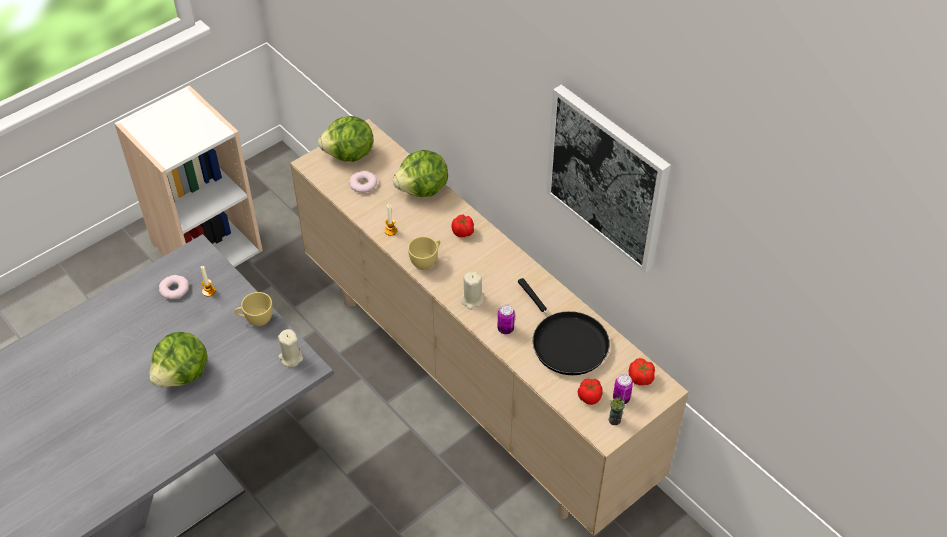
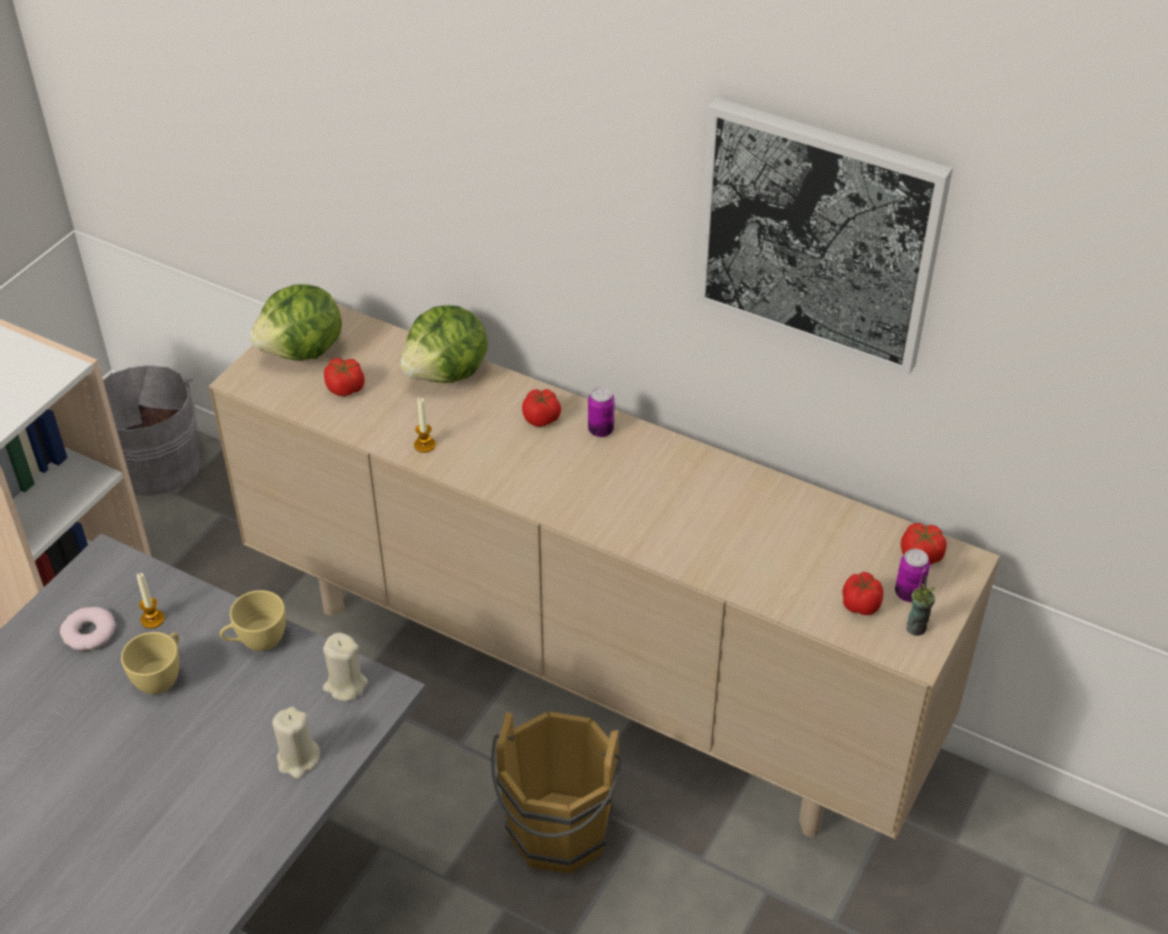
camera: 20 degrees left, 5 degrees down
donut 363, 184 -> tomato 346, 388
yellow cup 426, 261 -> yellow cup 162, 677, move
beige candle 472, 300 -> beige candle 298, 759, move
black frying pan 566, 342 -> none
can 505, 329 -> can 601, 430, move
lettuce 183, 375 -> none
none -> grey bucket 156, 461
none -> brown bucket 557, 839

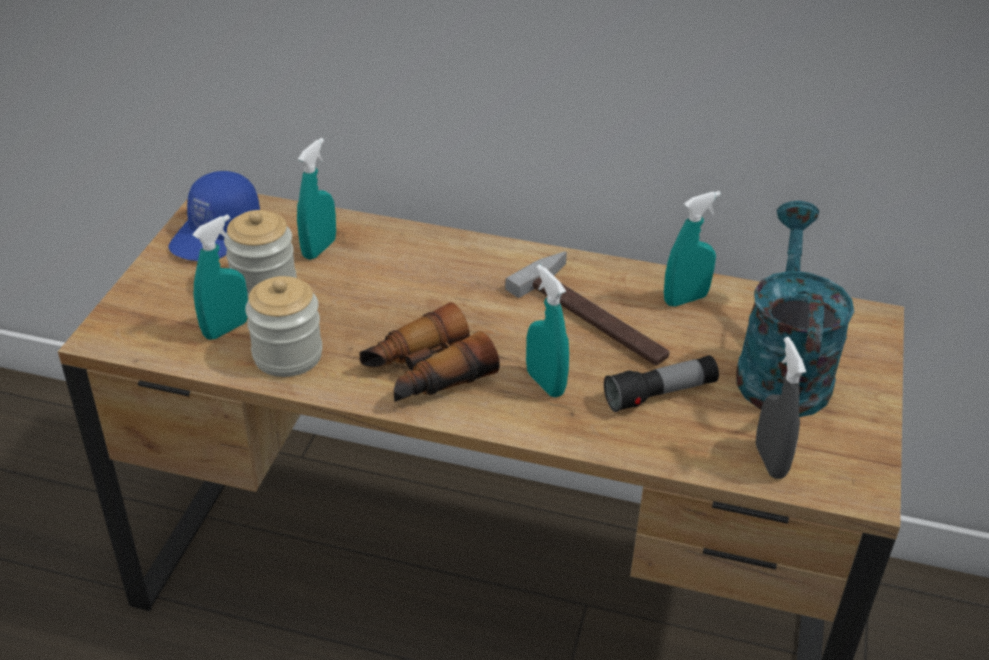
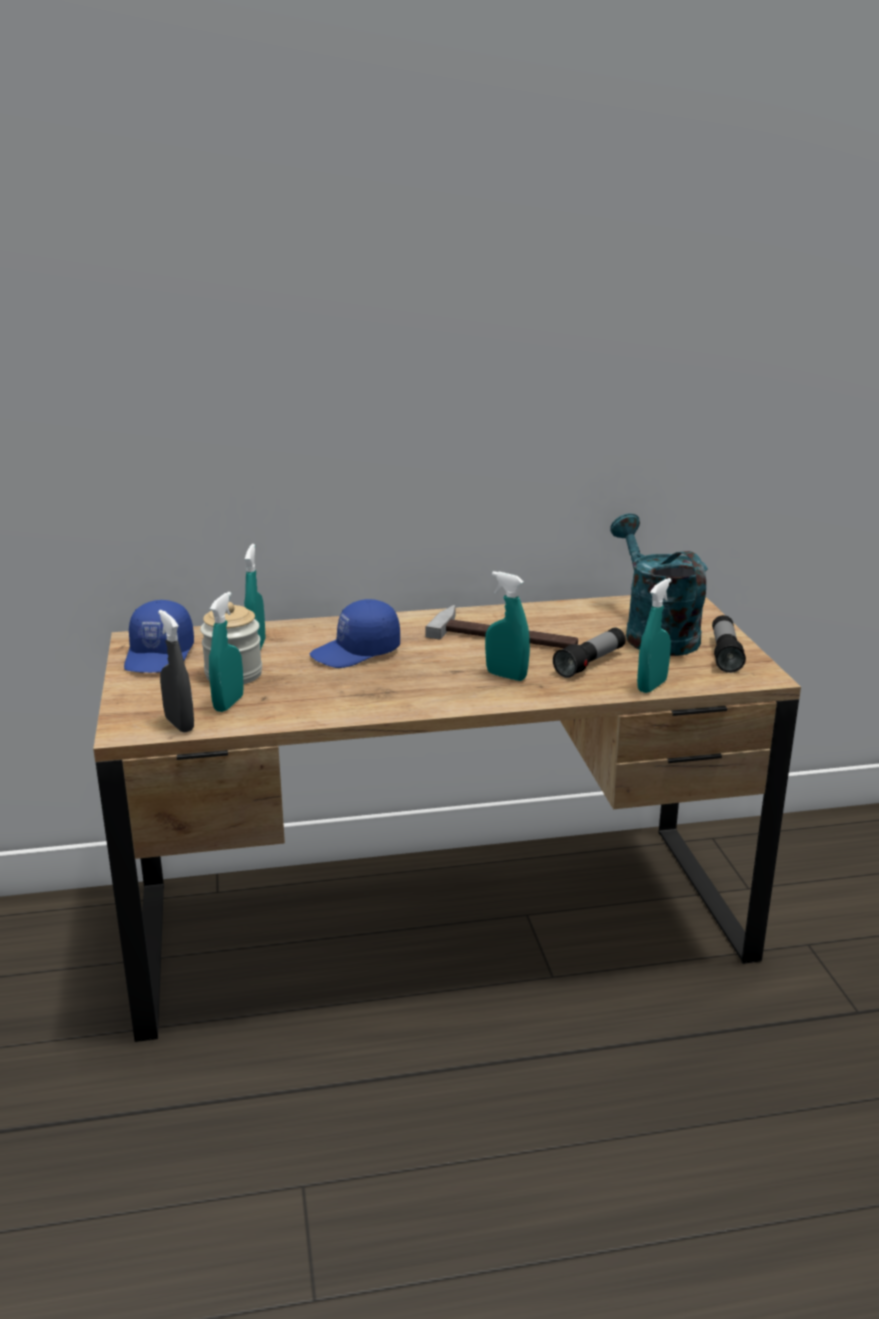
camera: 25 degrees left, 15 degrees down
turquoise spray bottle 685, 299 -> turquoise spray bottle 652, 686, move
jar 287, 355 -> none
binoculars 425, 373 -> none
grey spray bottle 770, 461 -> grey spray bottle 179, 724, move
none -> blue cap 356, 652
none -> flashlight 725, 654

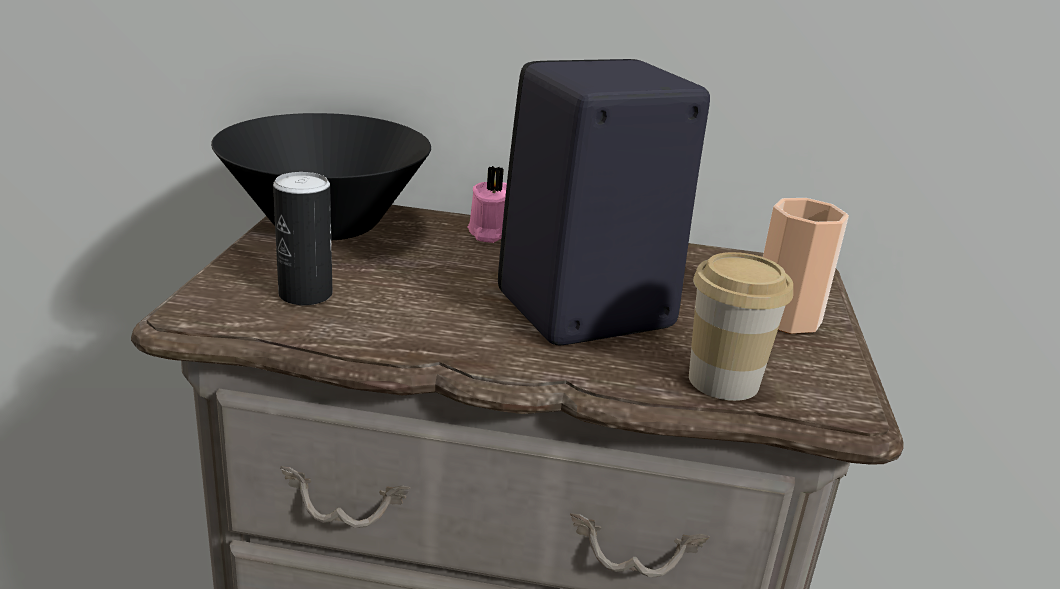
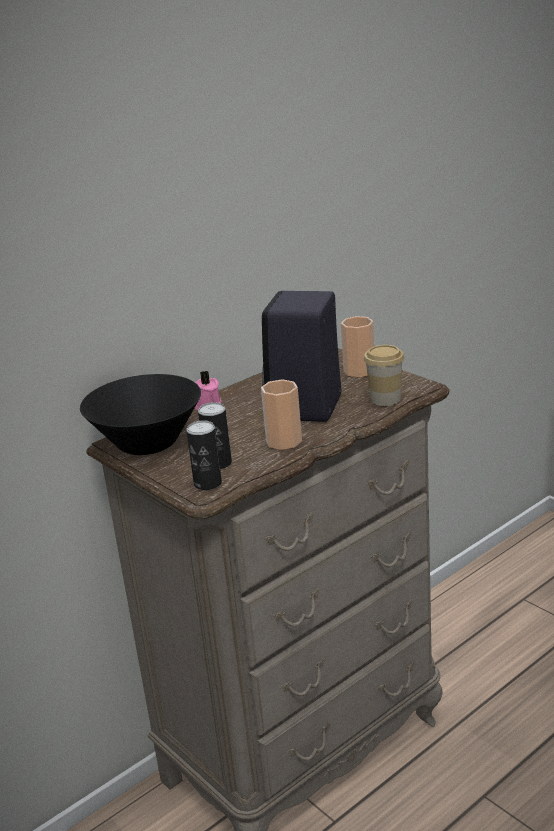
camera: 45 degrees left, 0 degrees up
none -> cup 284, 441
none -> can 208, 483

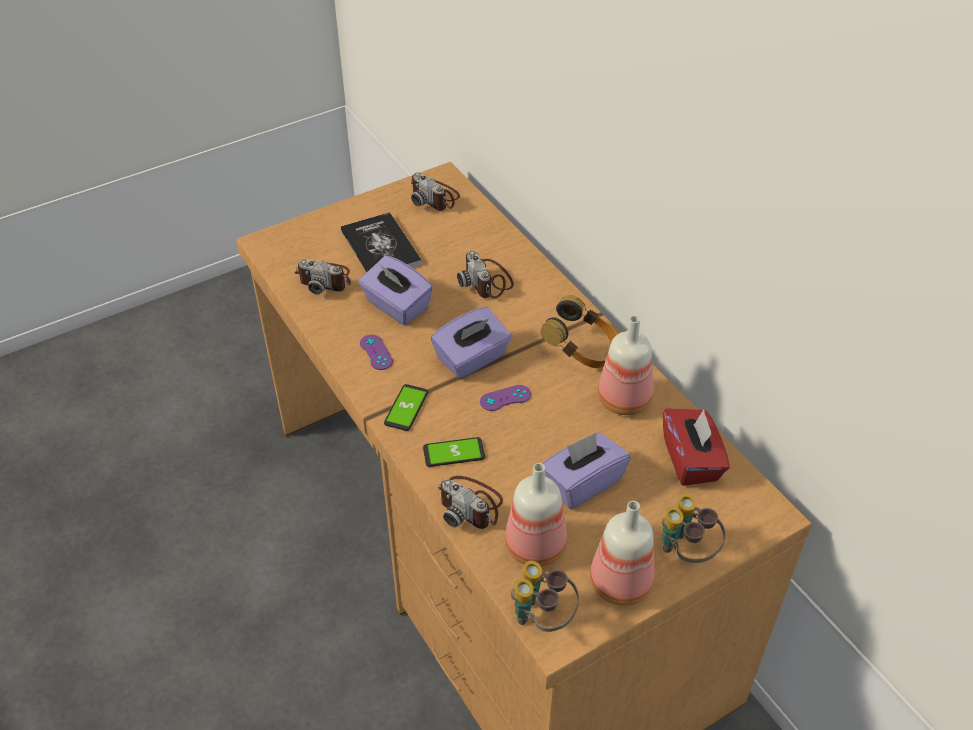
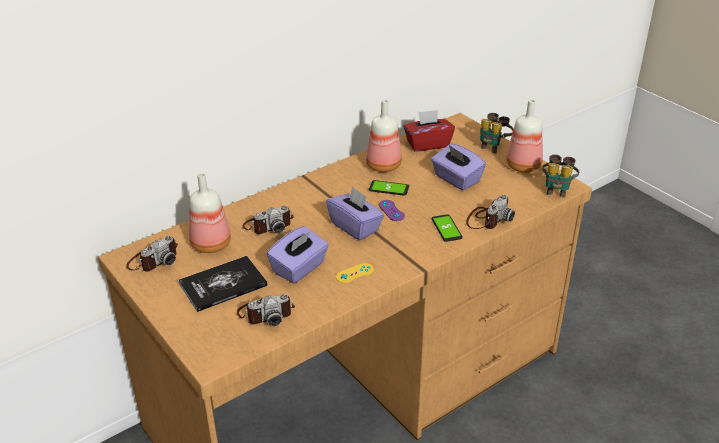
camera: 95 degrees left, 10 degrees down
photo camera 325, 279 -> photo camera 266, 313, 60 degrees clockwise
headphones 582, 351 -> none
purple game controller 376, 352 -> yellow game controller 354, 273
phone 406, 408 -> phone 389, 188, move
bottle 537, 545 -> bottle 210, 243, move

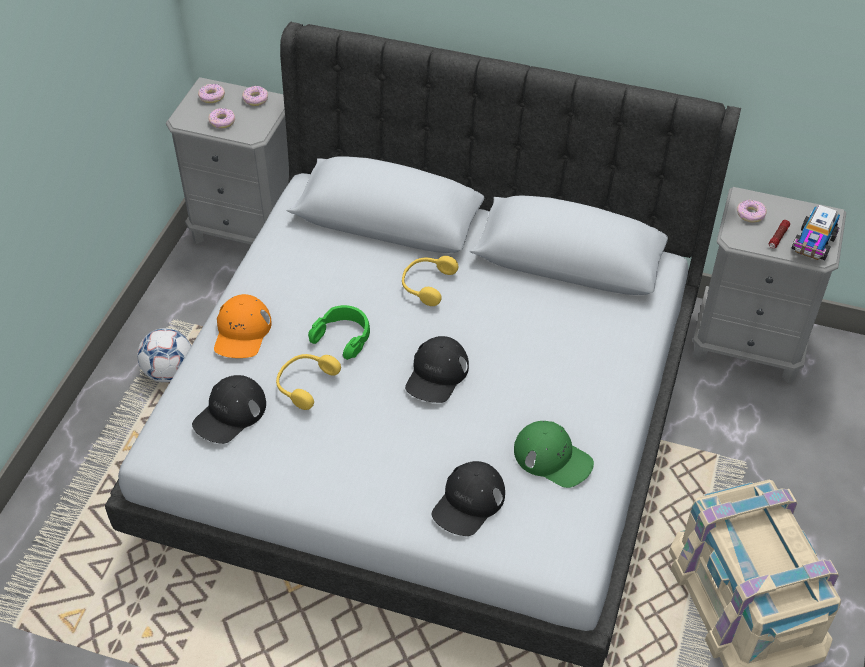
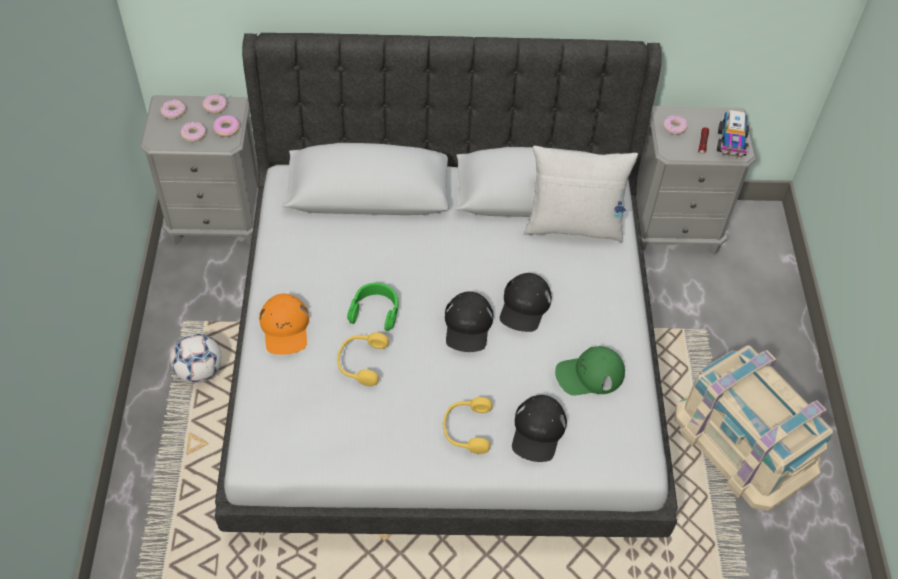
camera: 20 degrees left, 5 degrees up
yellow headphones 426, 284 -> yellow headphones 466, 429, move
black cap 230, 413 -> black cap 524, 306, move
green cap 553, 458 -> green cap 589, 374, 150 degrees clockwise
none -> donut 226, 129
none -> grey pillow 573, 227

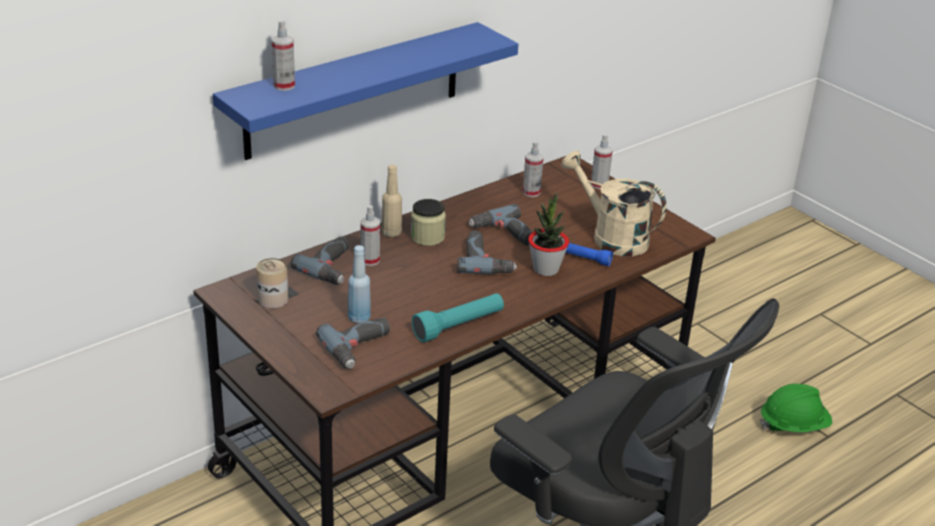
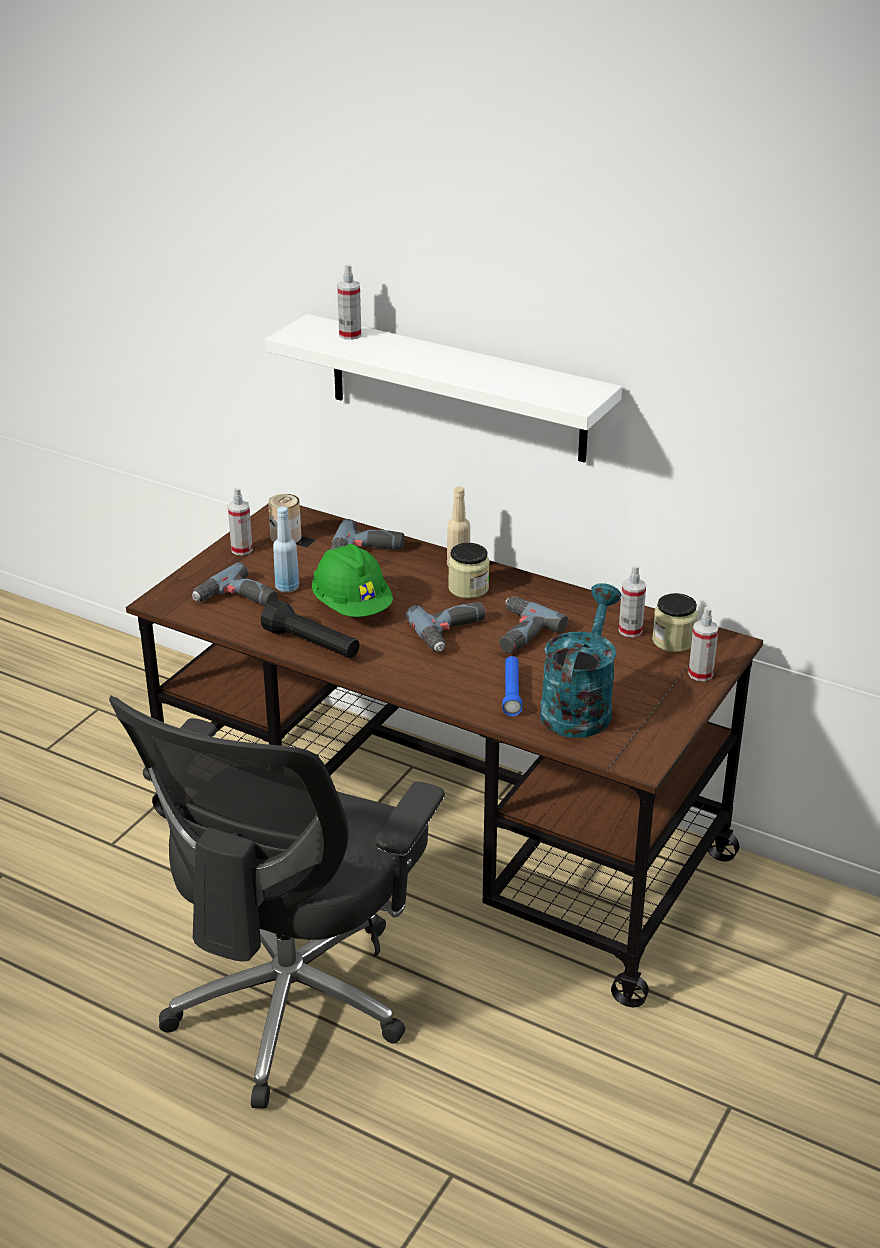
camera: 70 degrees right, 0 degrees up
blue shelf 354, 90 -> white shelf 457, 388
beige watering can 611, 237 -> turquoise watering can 579, 705
potted plant 545, 269 -> none
spray bottle 370, 260 -> spray bottle 241, 549, move
turquoise flashlight 459, 326 -> black flashlight 312, 644
green hard hat 793, 425 -> green hard hat 352, 606, move
none -> jar 673, 641

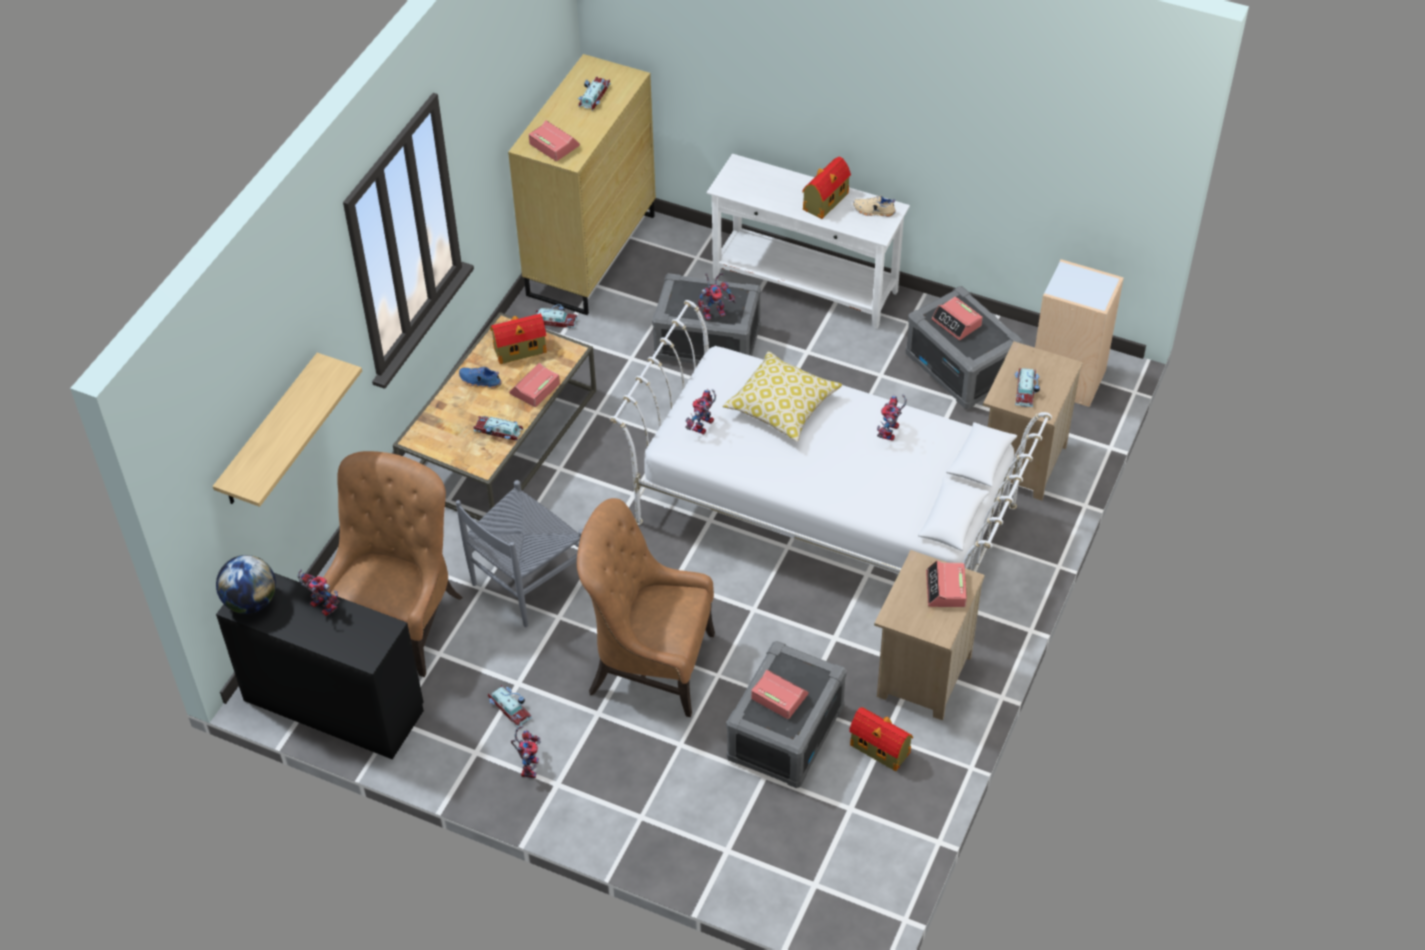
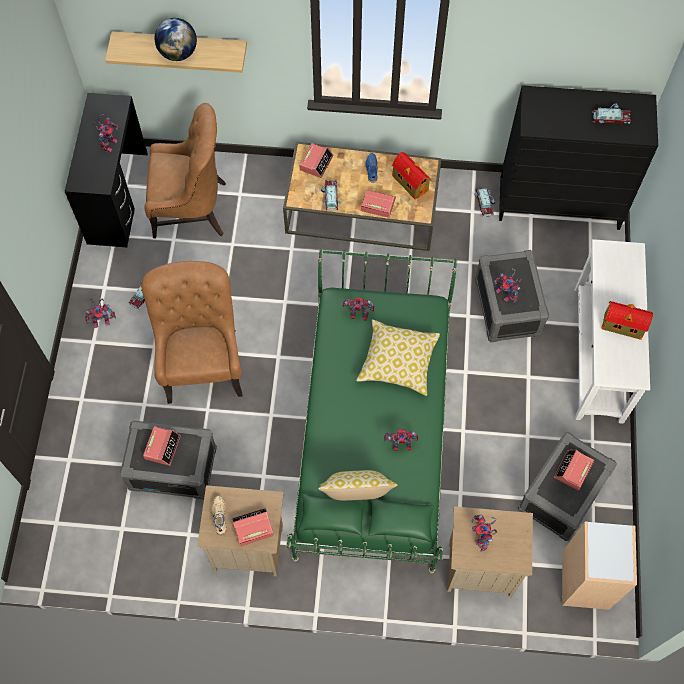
camera: 70 degrees right, 15 degrees up
beige dresser 590, 255 -> black dresser 559, 202
alarm clock 554, 145 -> alarm clock 316, 163, move
beige shoe 873, 211 -> beige shoe 219, 516, move
white bed 826, 514 -> green bed 374, 437
toy car 1026, 389 -> toy robot 482, 536
grey chair 526, 583 -> none
globe 251, 601 -> globe 178, 53, move
toy house 881, 750 -> none
none -> pillow 356, 495

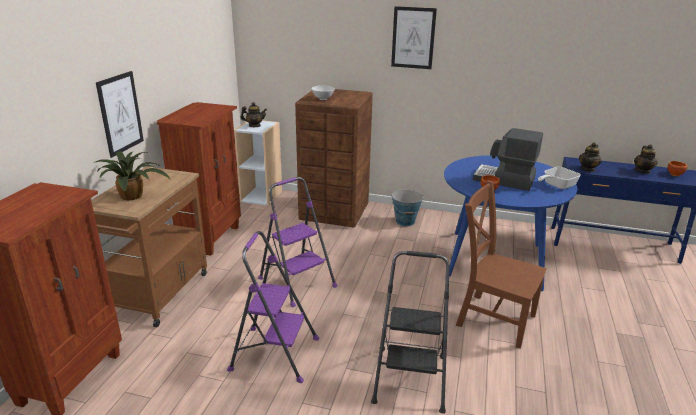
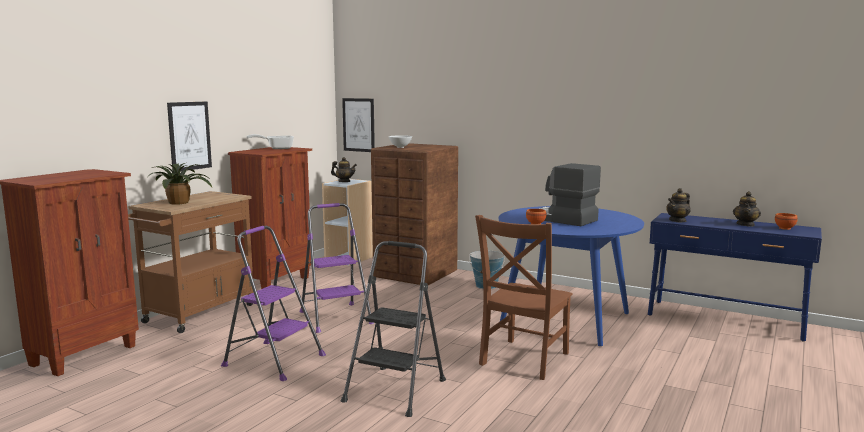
camera: 15 degrees right, 15 degrees down
picture 413, 38 -> picture 358, 125, move
frying pan 556, 185 -> frying pan 276, 148, move
brown chair 492, 318 -> brown chair 522, 360, 105 degrees counterclockwise

